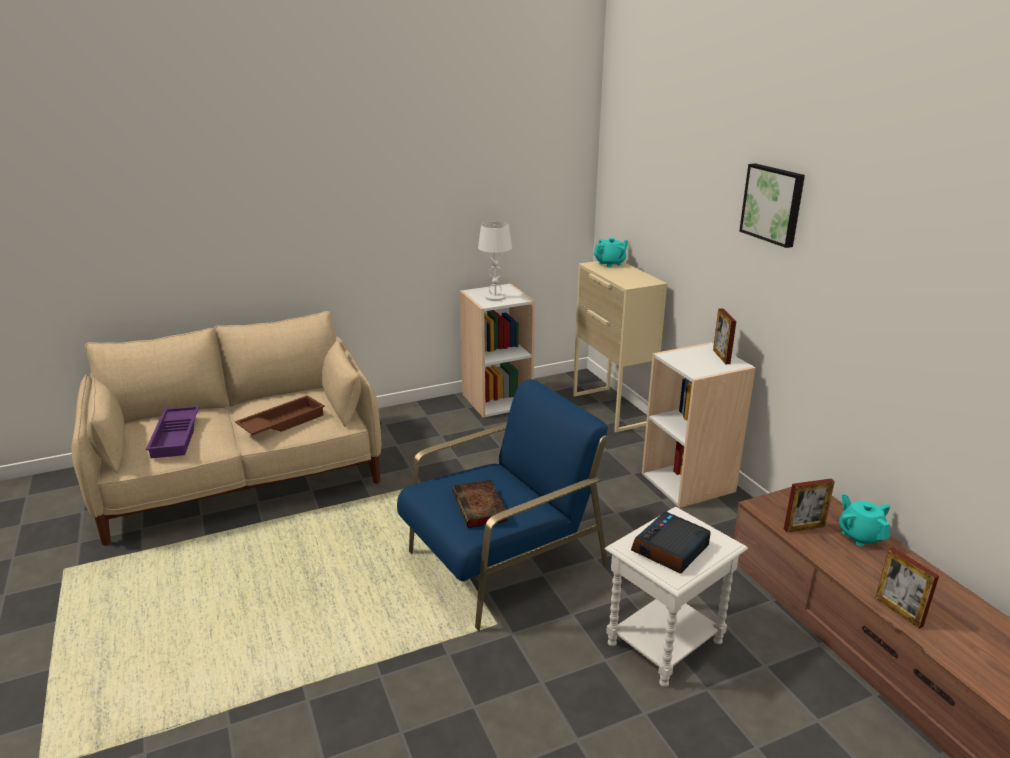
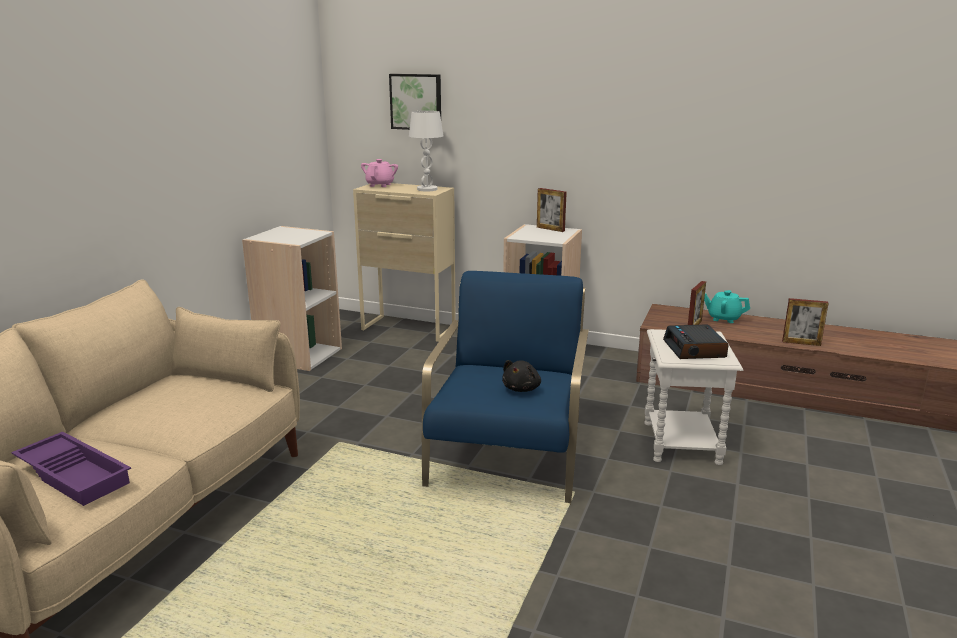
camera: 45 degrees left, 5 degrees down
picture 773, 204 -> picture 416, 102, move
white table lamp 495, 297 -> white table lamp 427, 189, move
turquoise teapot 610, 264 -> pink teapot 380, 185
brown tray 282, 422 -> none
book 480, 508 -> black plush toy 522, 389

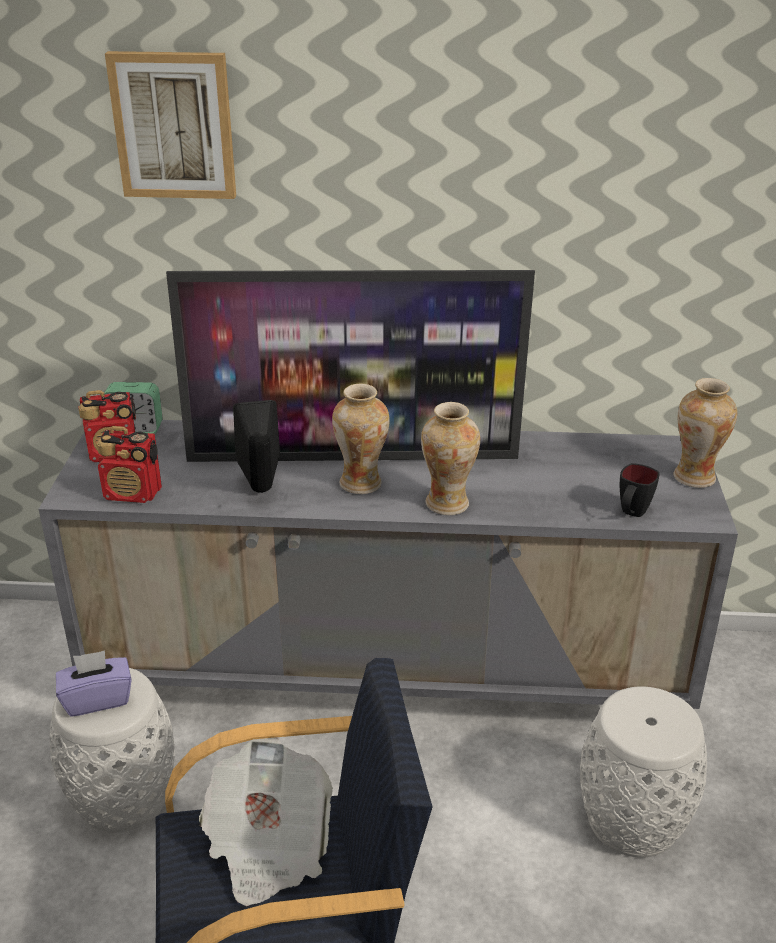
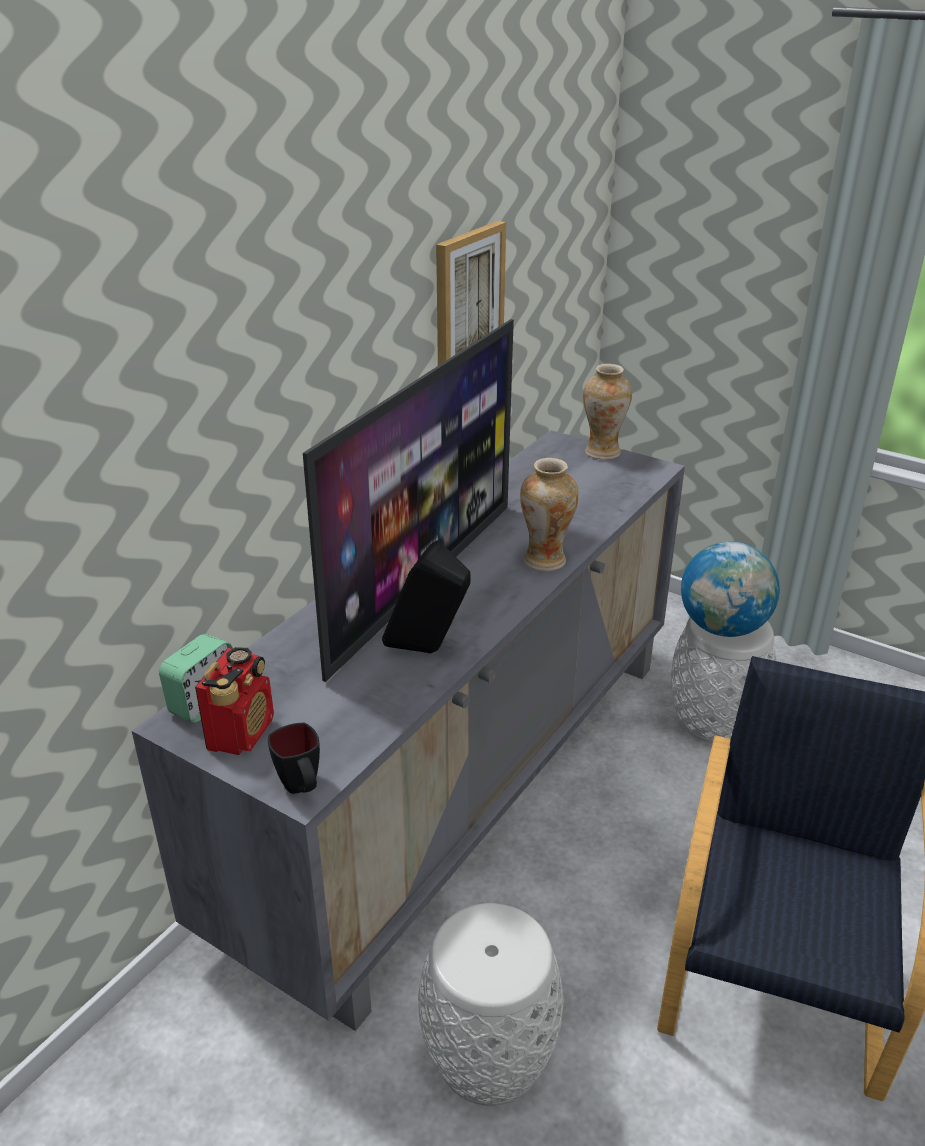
camera: 60 degrees left, 0 degrees up
picture 174, 125 -> picture 467, 299, move
vase 361, 483 -> none
radio 133, 493 -> none
black mug 631, 514 -> black mug 301, 788, move
purple tissue box 97, 699 -> none
newspaper 268, 845 -> none
none -> globe 723, 628

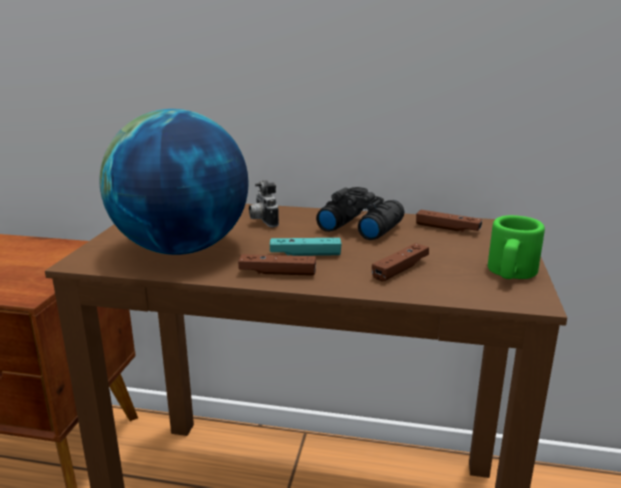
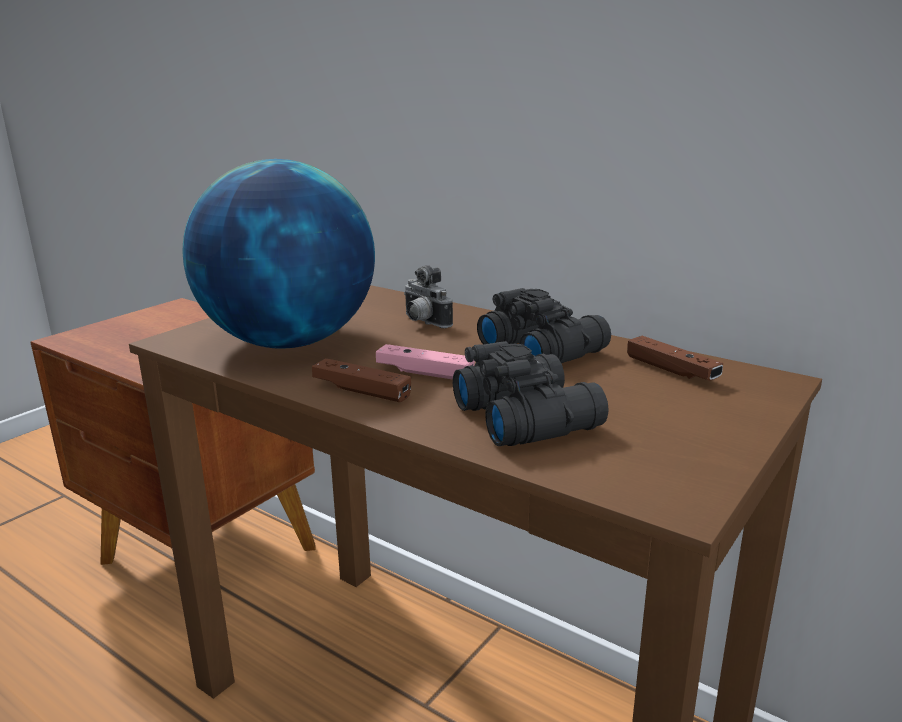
camera: 25 degrees right, 0 degrees up
photo camera 262, 221 -> photo camera 423, 323, 45 degrees counterclockwise
green mug 510, 273 -> none
turquoise game controller 305, 254 -> pink game controller 425, 373
brown game controller 400, 269 -> black binoculars 528, 416

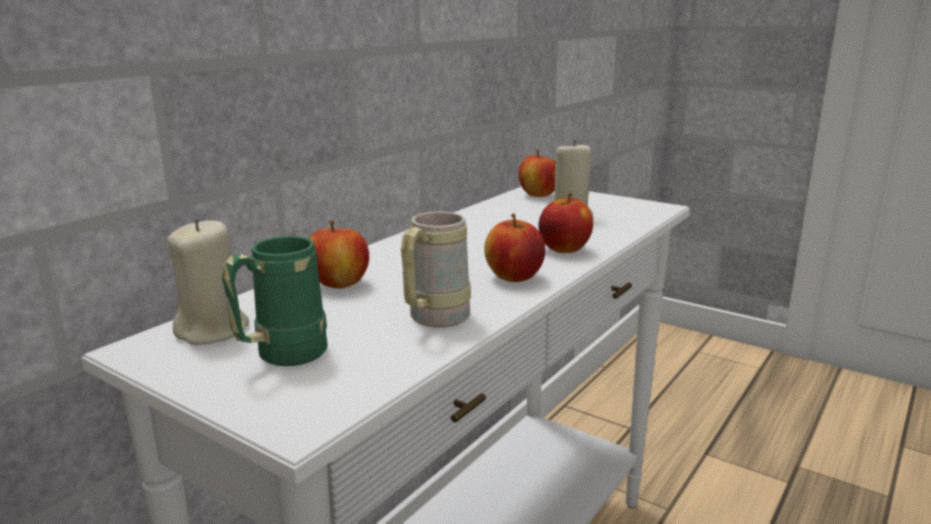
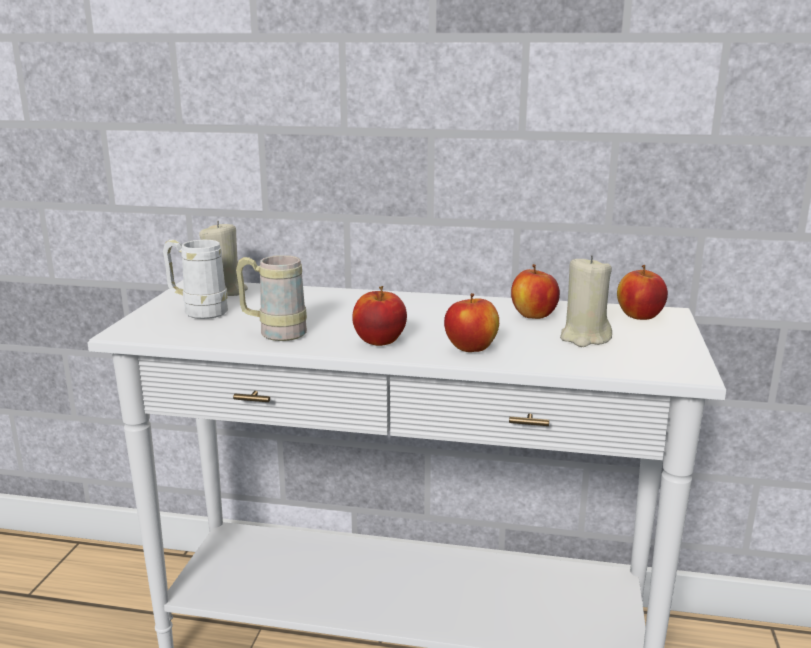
camera: 65 degrees right, 0 degrees up
apple 340, 284 -> apple 534, 315, move
green mug 280, 357 -> white mug 198, 311

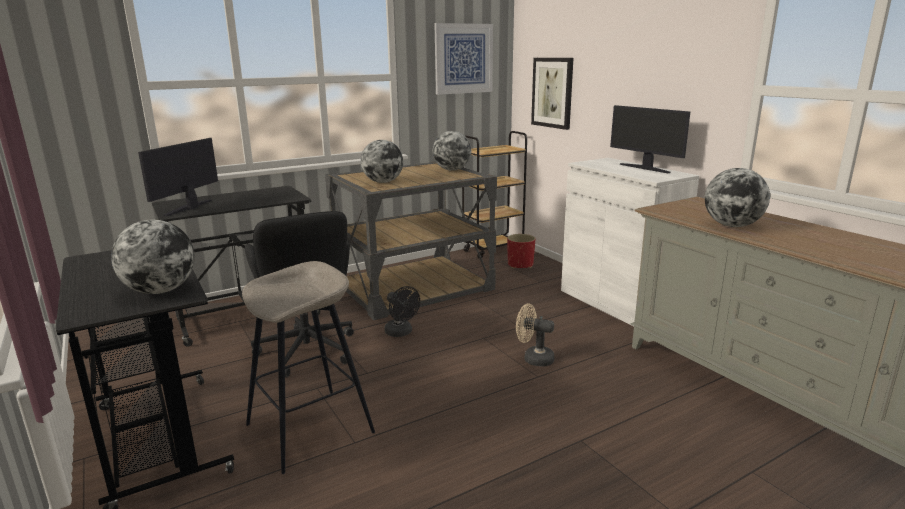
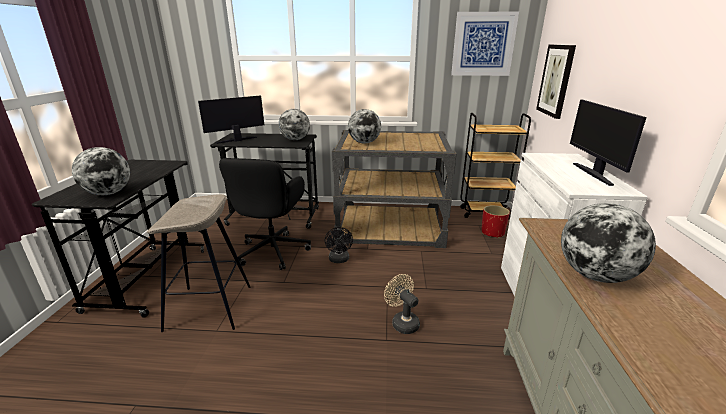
camera: 35 degrees right, 5 degrees up
globe 452, 170 -> globe 295, 139, move

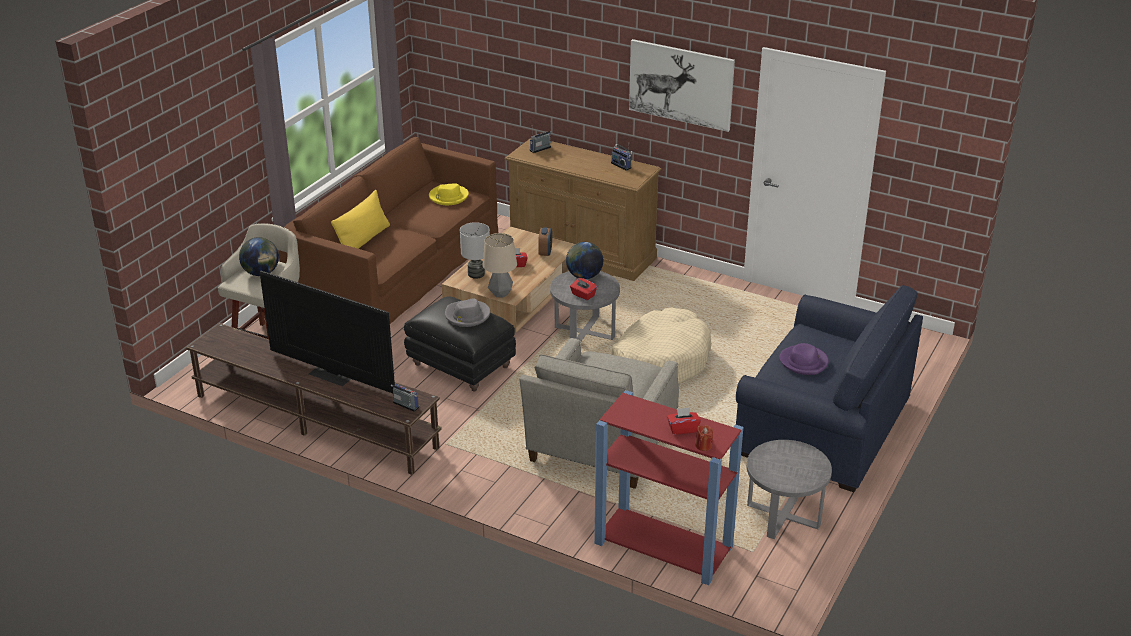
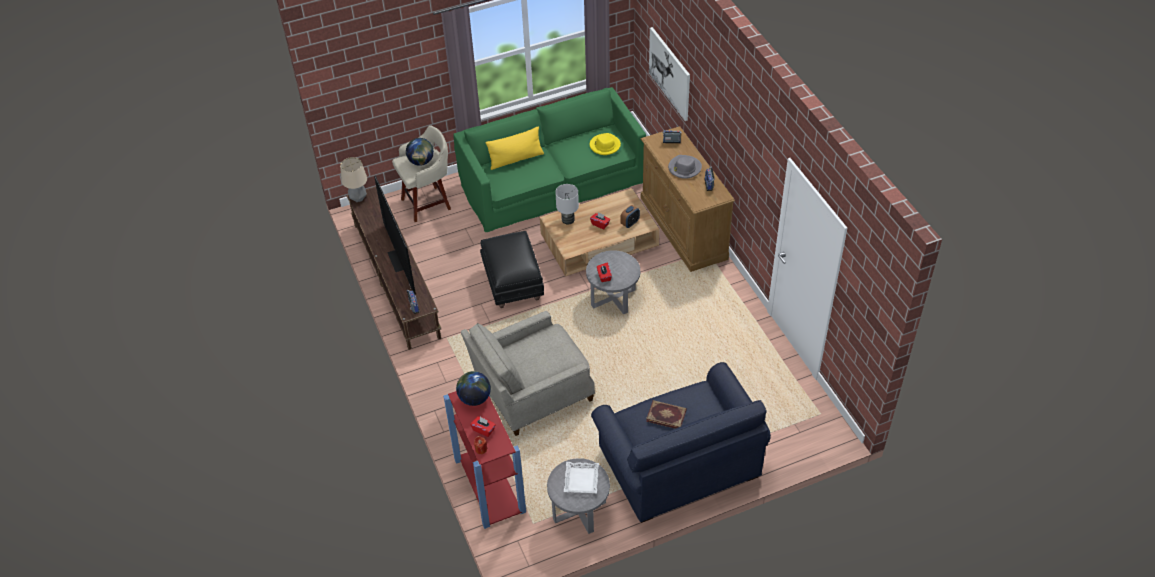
camera: 40 degrees right, 15 degrees up
picture 681, 84 -> picture 670, 73, move
brown sofa 396, 270 -> green sofa 552, 183
table lamp 500, 294 -> table lamp 358, 198, move
globe 584, 276 -> globe 474, 398, move
grey hat 467, 316 -> grey hat 684, 168, move
beige dog bed 660, 361 -> none
purple hat 804, 362 -> book 666, 415
none -> white tray 581, 480

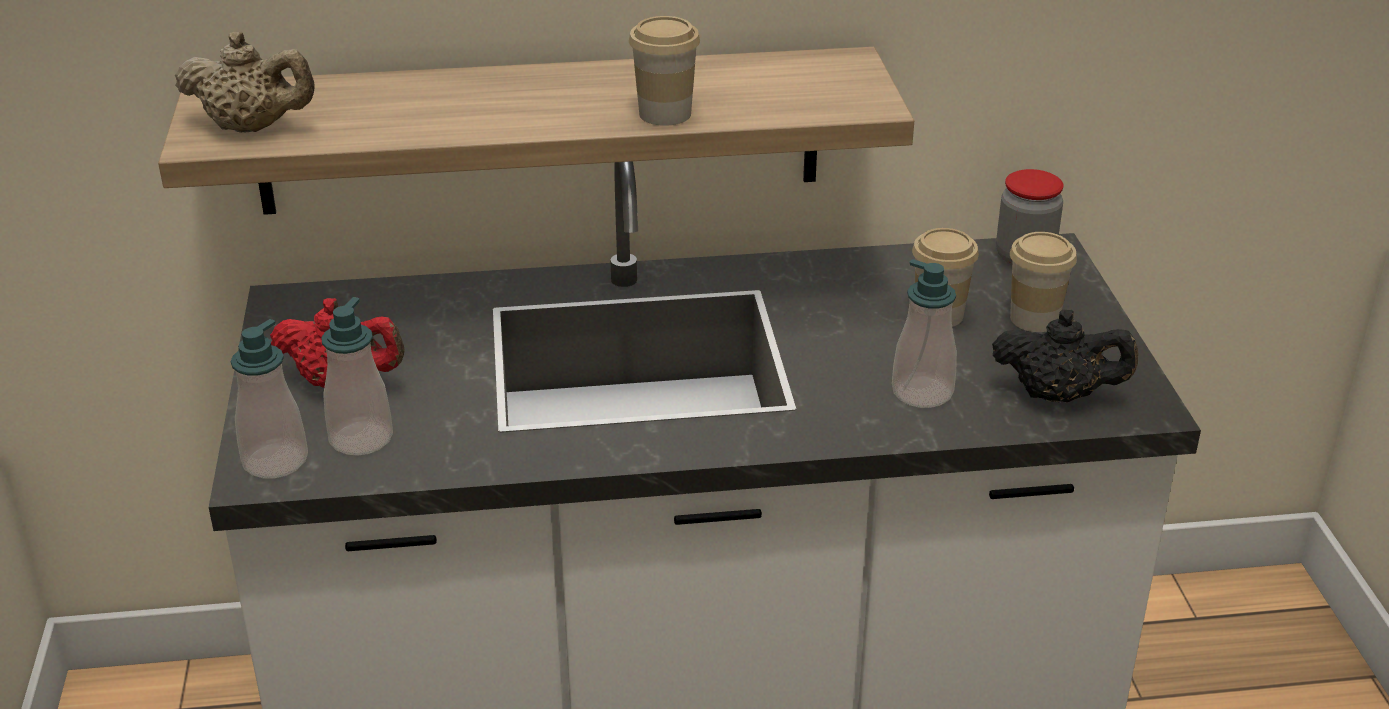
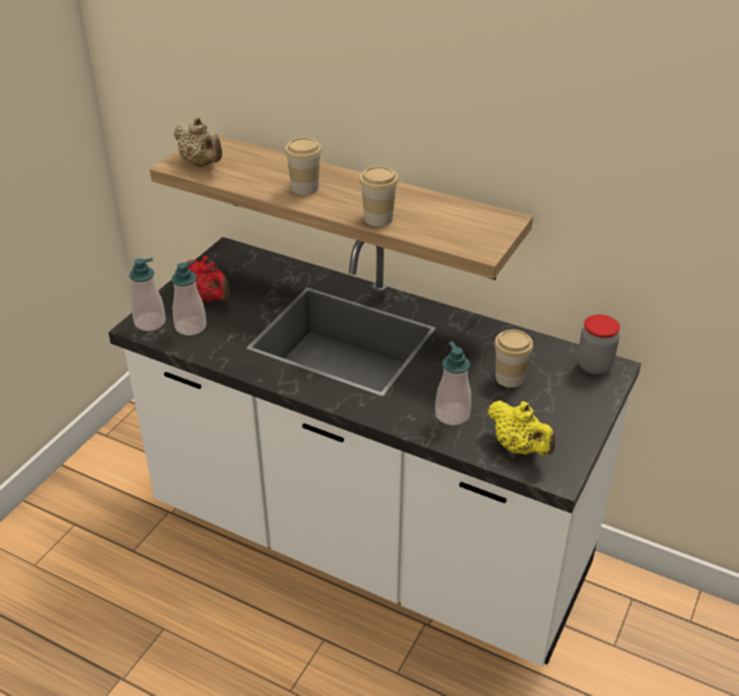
camera: 35 degrees right, 5 degrees up
cup 1034, 319 -> cup 305, 188, move
black teapot 1058, 395 -> yellow teapot 519, 447

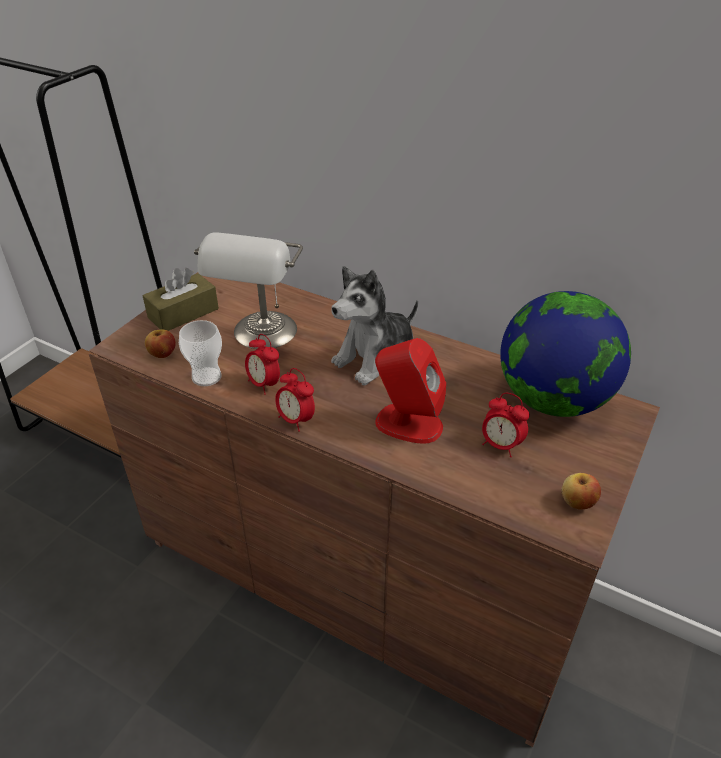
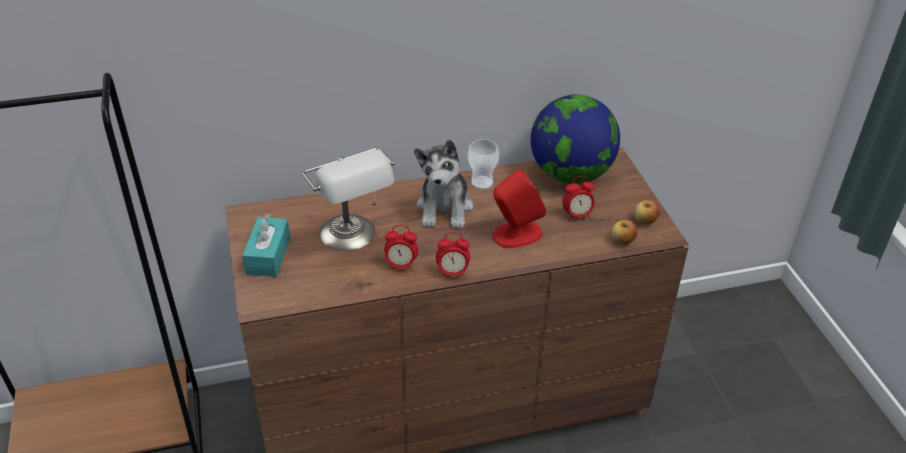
camera: 45 degrees left, 0 degrees up
brown tissue box 183, 313 -> turquoise tissue box 268, 256
cup 206, 377 -> cup 482, 183, move
apple 162, 354 -> apple 622, 241, move

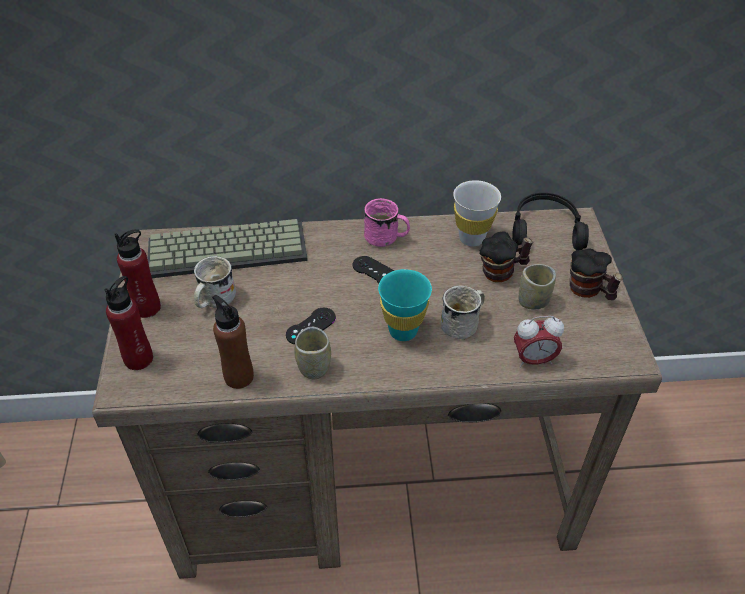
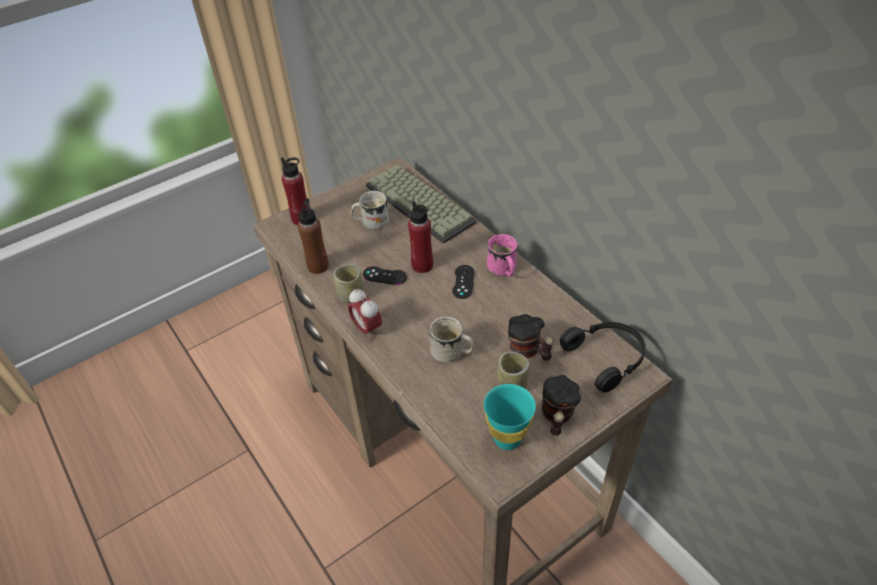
camera: 60 degrees right, 0 degrees up
white cup 471, 238 -> none
red bottle 147, 307 -> red bottle 422, 265, move
turquoise cup 403, 331 -> turquoise cup 507, 439, move
alarm clock 533, 360 -> alarm clock 367, 329, move

